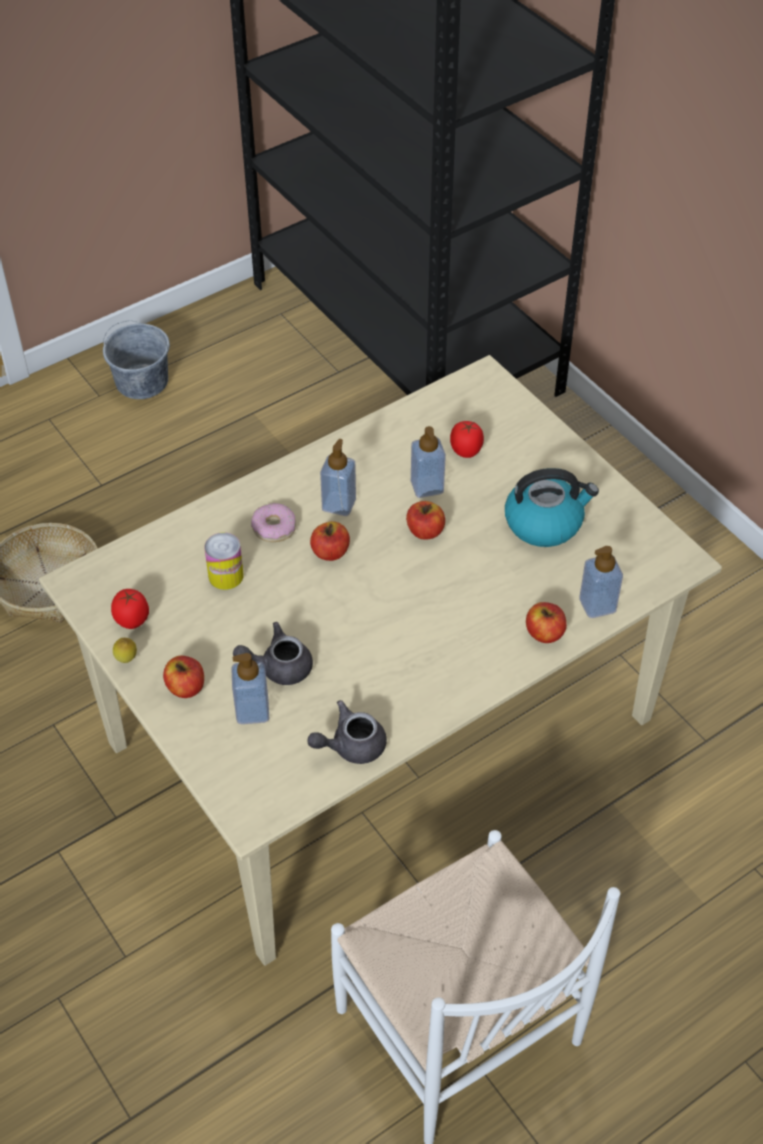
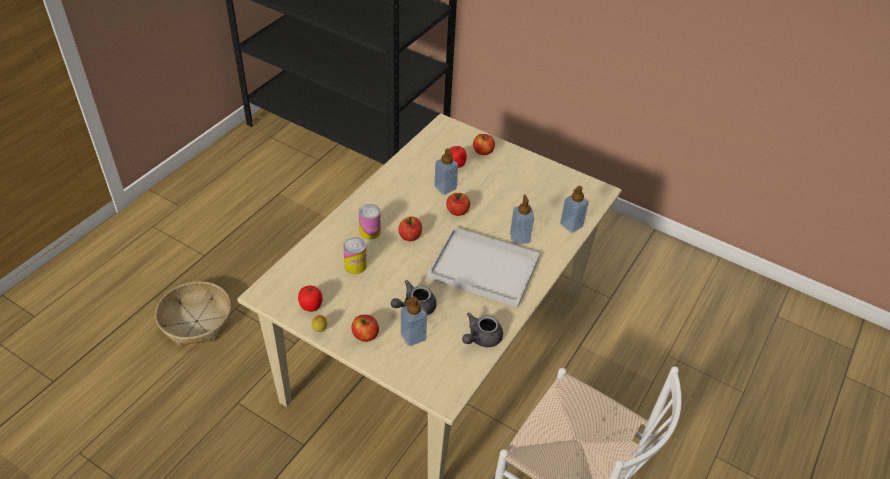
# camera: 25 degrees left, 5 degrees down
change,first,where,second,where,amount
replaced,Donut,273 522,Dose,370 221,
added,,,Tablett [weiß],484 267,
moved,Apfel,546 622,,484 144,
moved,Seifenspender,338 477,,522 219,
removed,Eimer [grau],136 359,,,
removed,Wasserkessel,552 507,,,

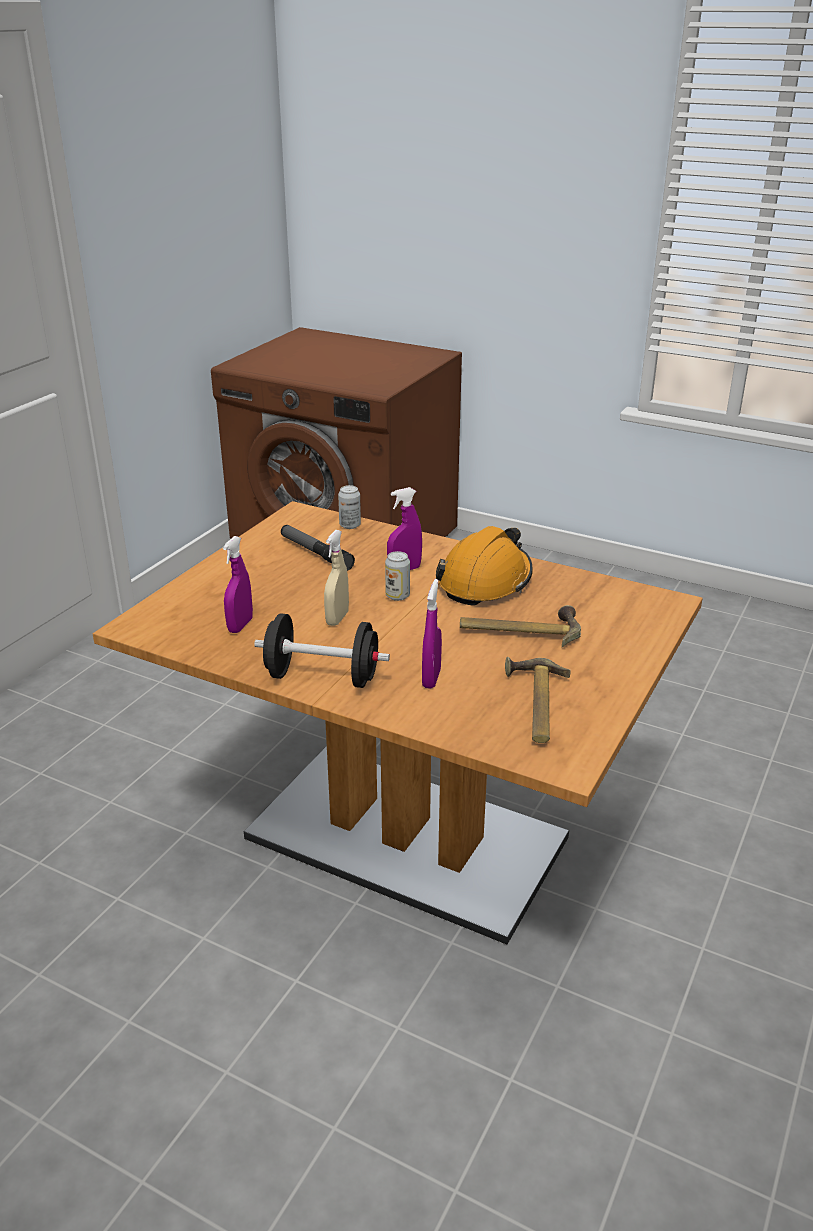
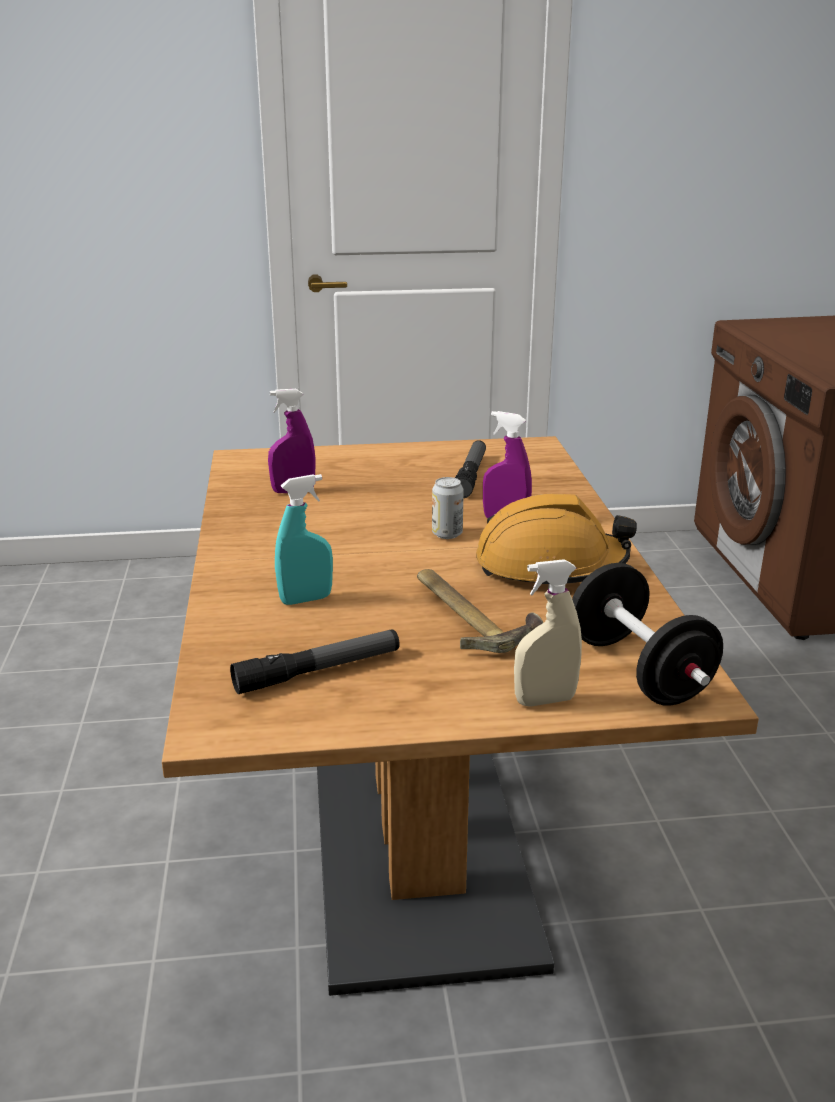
# camera: 55 degrees right, 5 degrees down
change,first,where,second,where,amount
replaced,Hammer,538 700,Taschenlampe,315 661,
recoloured,Sprühflasche [lila],432 634,Sprühflasche [türkis],304 539,
moved,Sprühflasche [beige],336 578,,548 633,
moved,Hantel [schwarz],322 651,,647 634,
removed,Dose,349 507,,,

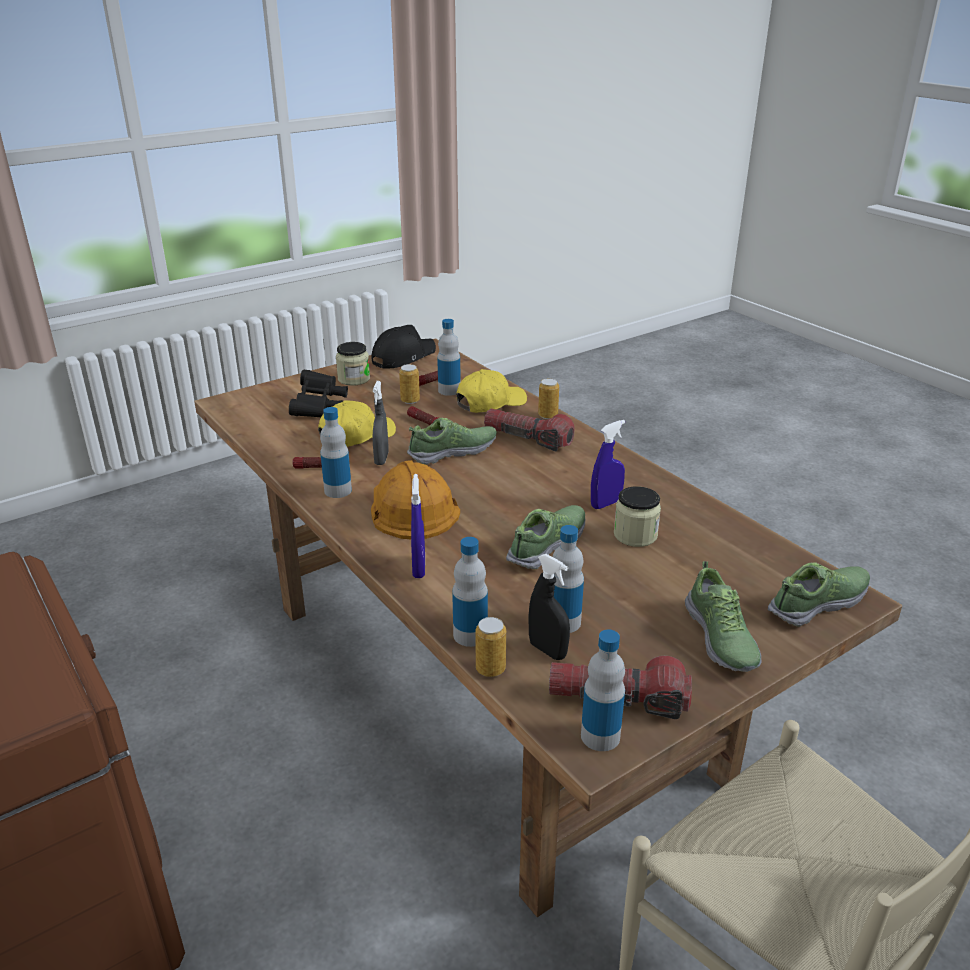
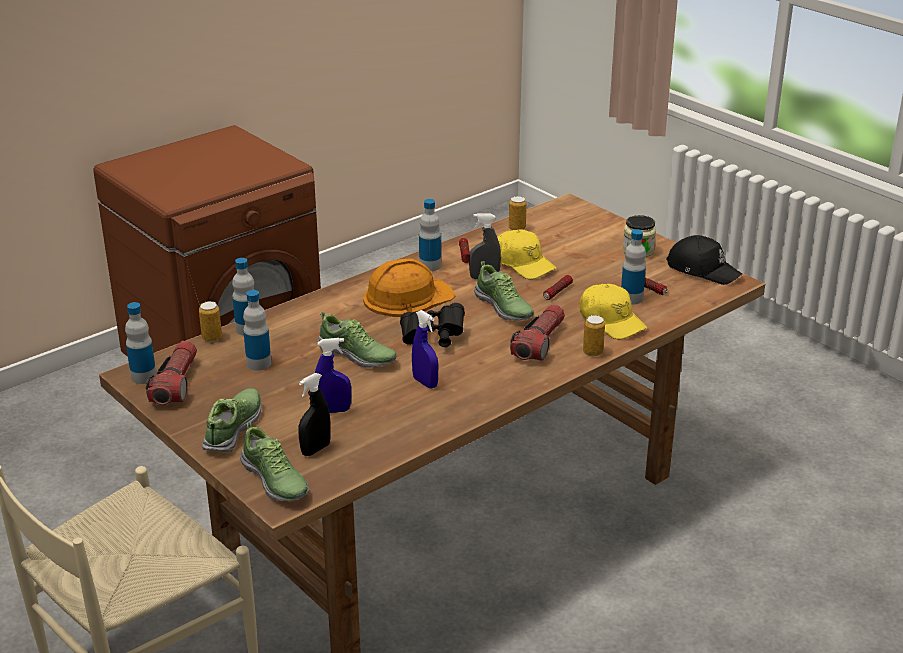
# camera: 85 degrees right, 0 degrees up
change,first,where,second,where,amount
turned,Schuh,723 616,,232 420,120 degrees clockwise
moved,Sprühflasche [schwarz],549 607,,314 414,
moved,Sprühflasche [blau],418 526,,333 375,
moved,Fernglas [schwarz],318 393,,432 325,
moved,Dose,409 384,,518 213,
removed,Vorratsglas,637 516,,,

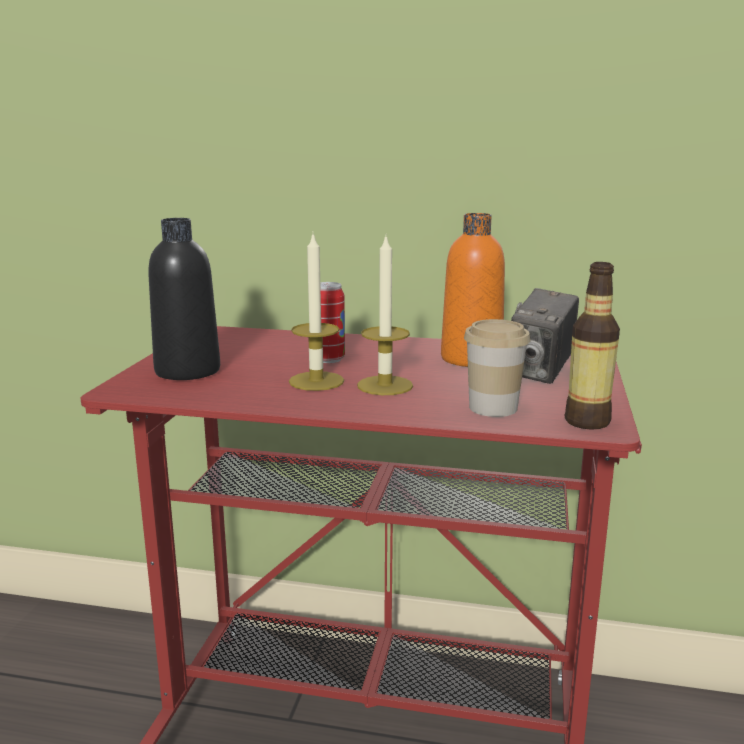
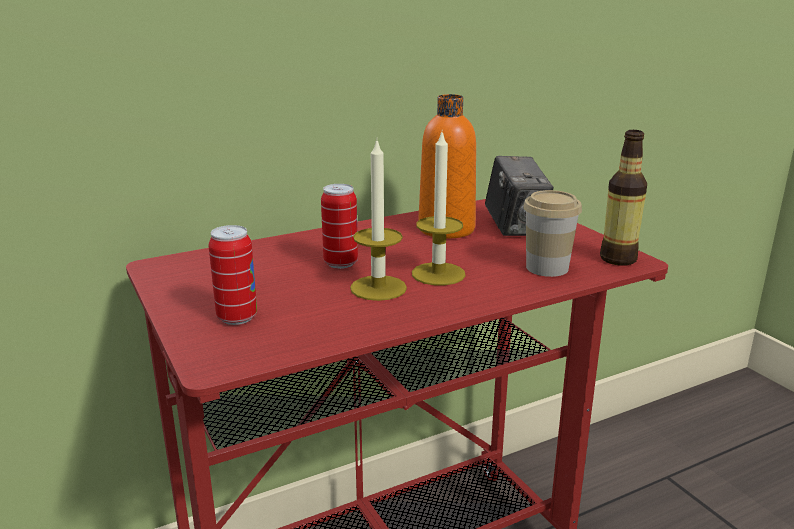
# camera: 40 degrees left, 5 degrees up
change,first,where,second,where,amount
replaced,Flasche [schwarz],184 299,Dose,232 275,

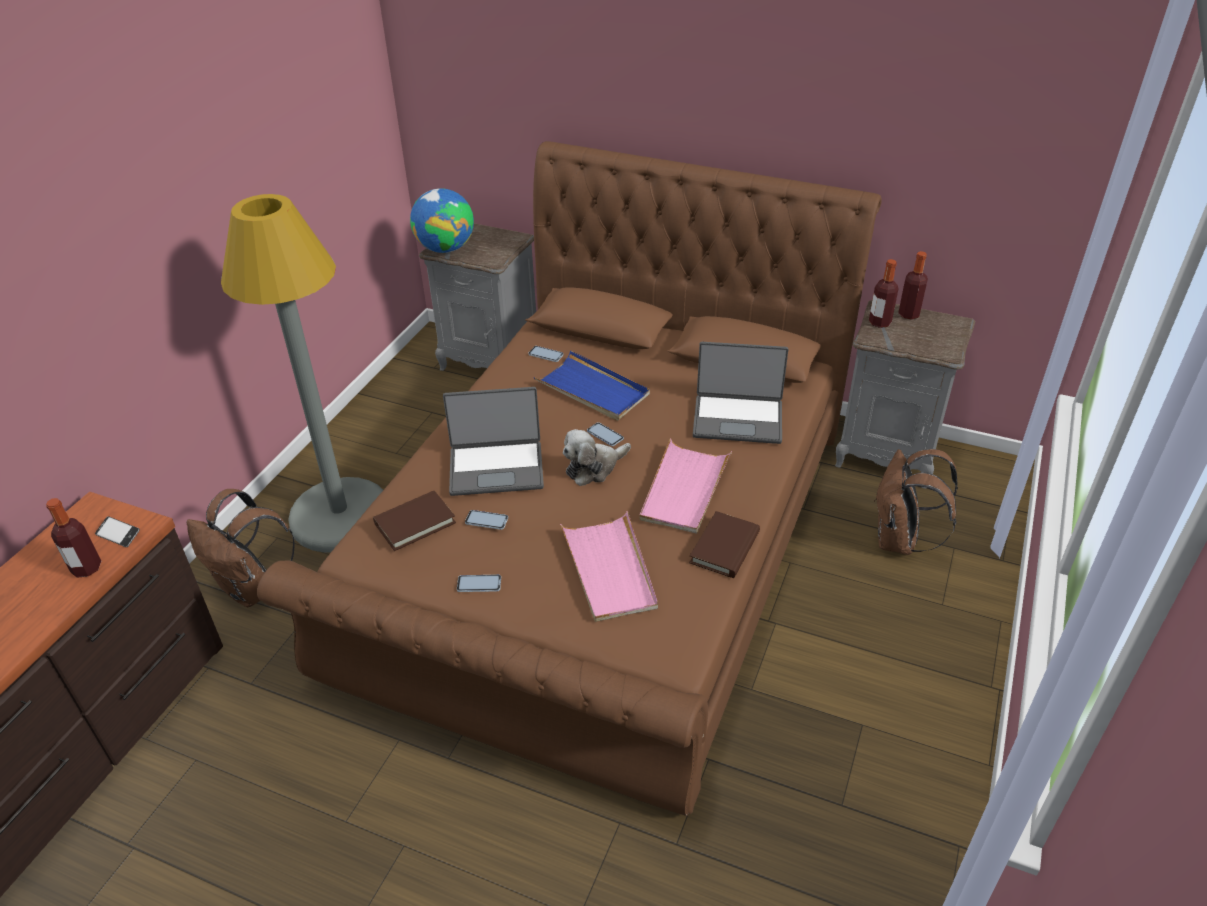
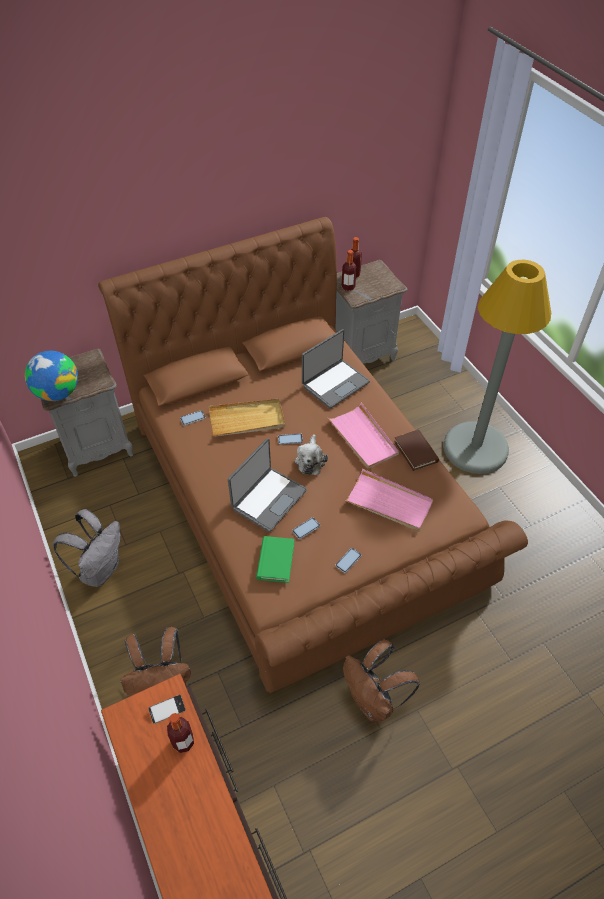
# camera: 50 degrees left, 10 degrees up
change,first,where,second,where,amount
added,,,Rucksack [grau],87 548,
recoloured,Tablett [blau],592 386,Tablett [beige],247 418,
recoloured,Buch [braun],414 521,Buch [grün],275 559,
moved,Rucksack [braun],916 502,,381 681,
moved,Stehlampe [grau],302 373,,497 367,

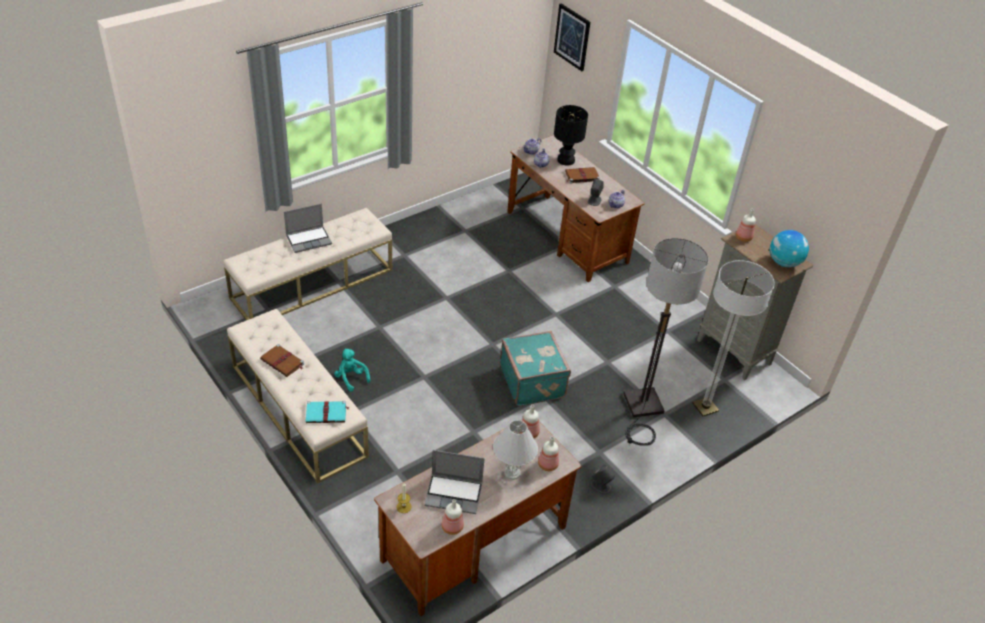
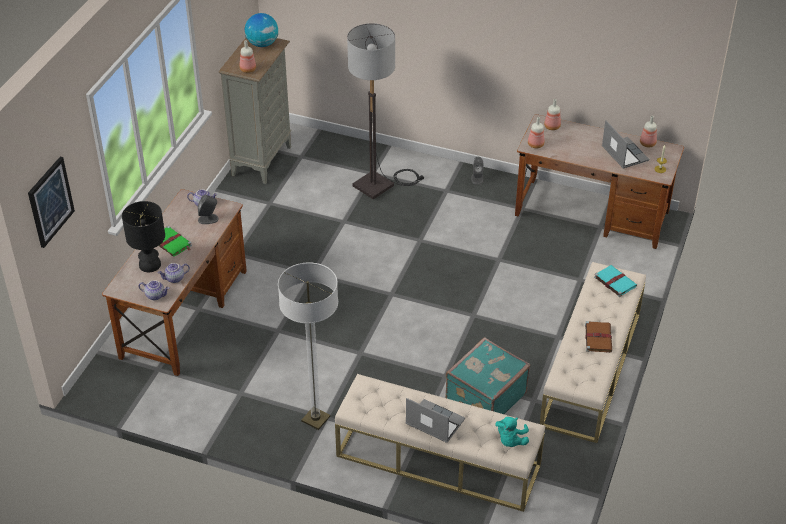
# camera: 120 degrees left, 0 degrees up
change,first,where,second,where,amount
recoloured,Buch [braun],582 175,Buch [grün],175 241,
moved,Stehlampe,734 338,,308 346,
moved,Koffer [türkis],535 368,,487 375,
moved,Plüschtier [türkis],352 370,,512 432,
removed,Tischlampe [weiß],515 450,,,

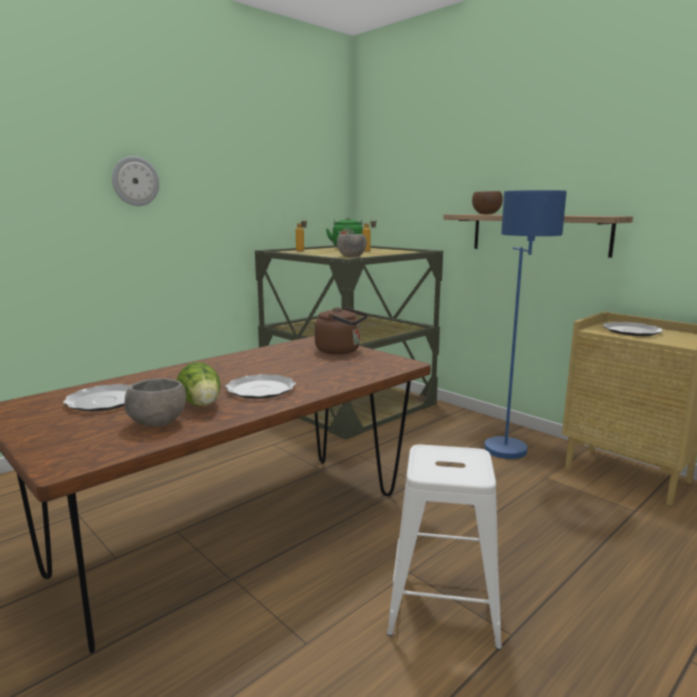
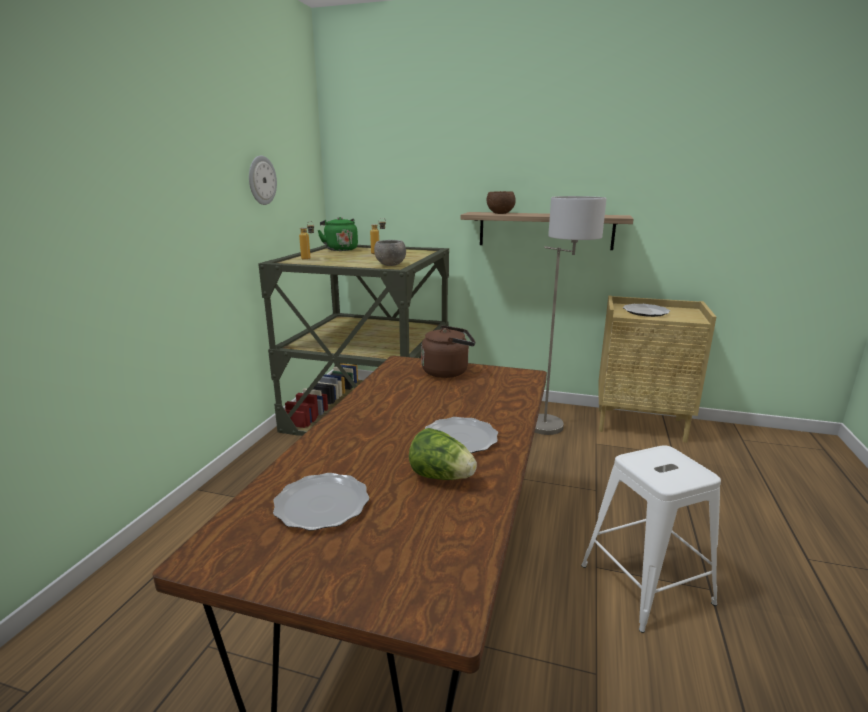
# camera: 30 degrees left, 5 degrees up
change,first,where,second,where,amount
moved,Wanduhr,135 181,,263 180,
recoloured,Stehlampe [blau],525 324,Stehlampe [grau],570 315,
removed,Schüssel [grau],155 402,,,

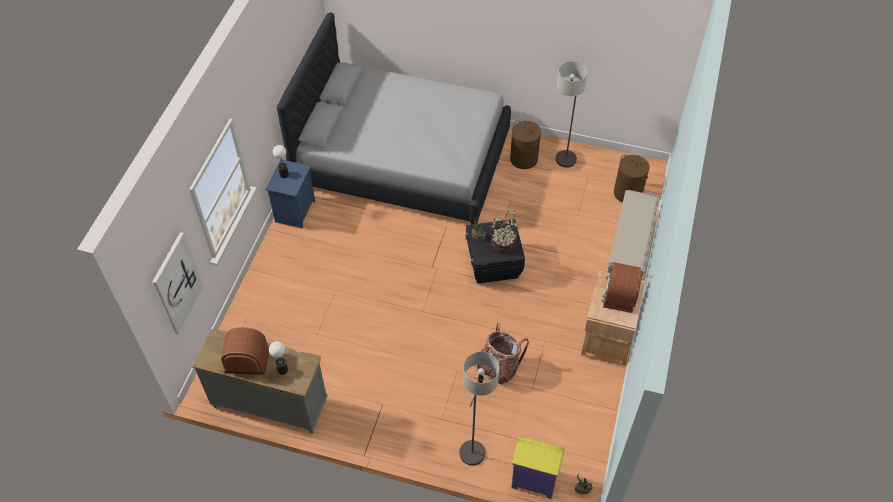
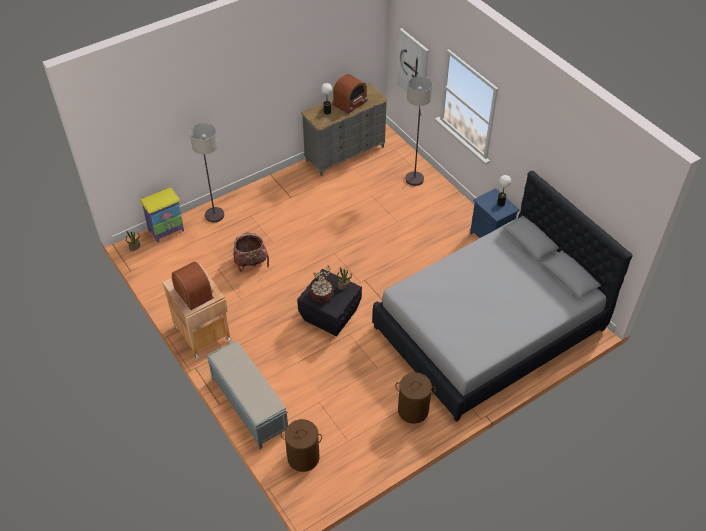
# camera: 130 degrees right, 5 degrees down
change,first,where,second,where,amount
moved,Stehlampe [grau],571 114,,418 131,

